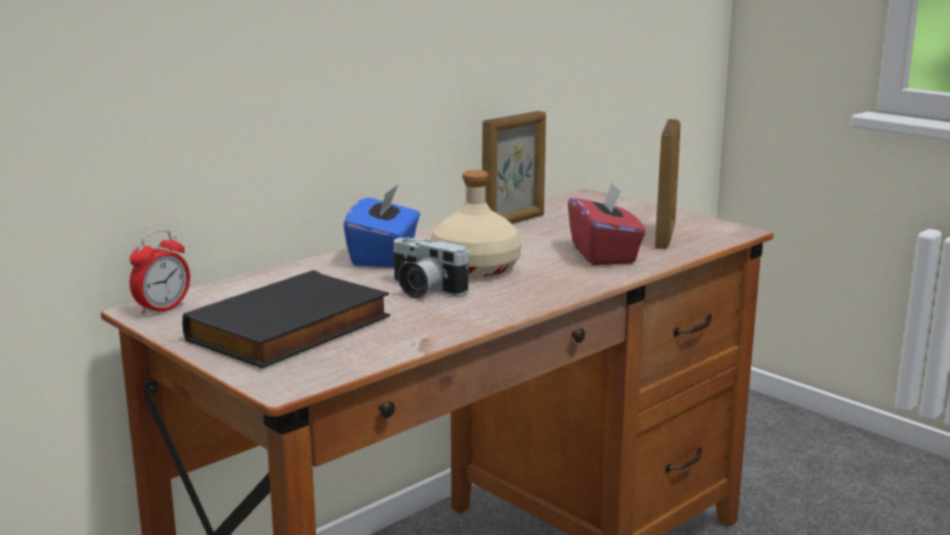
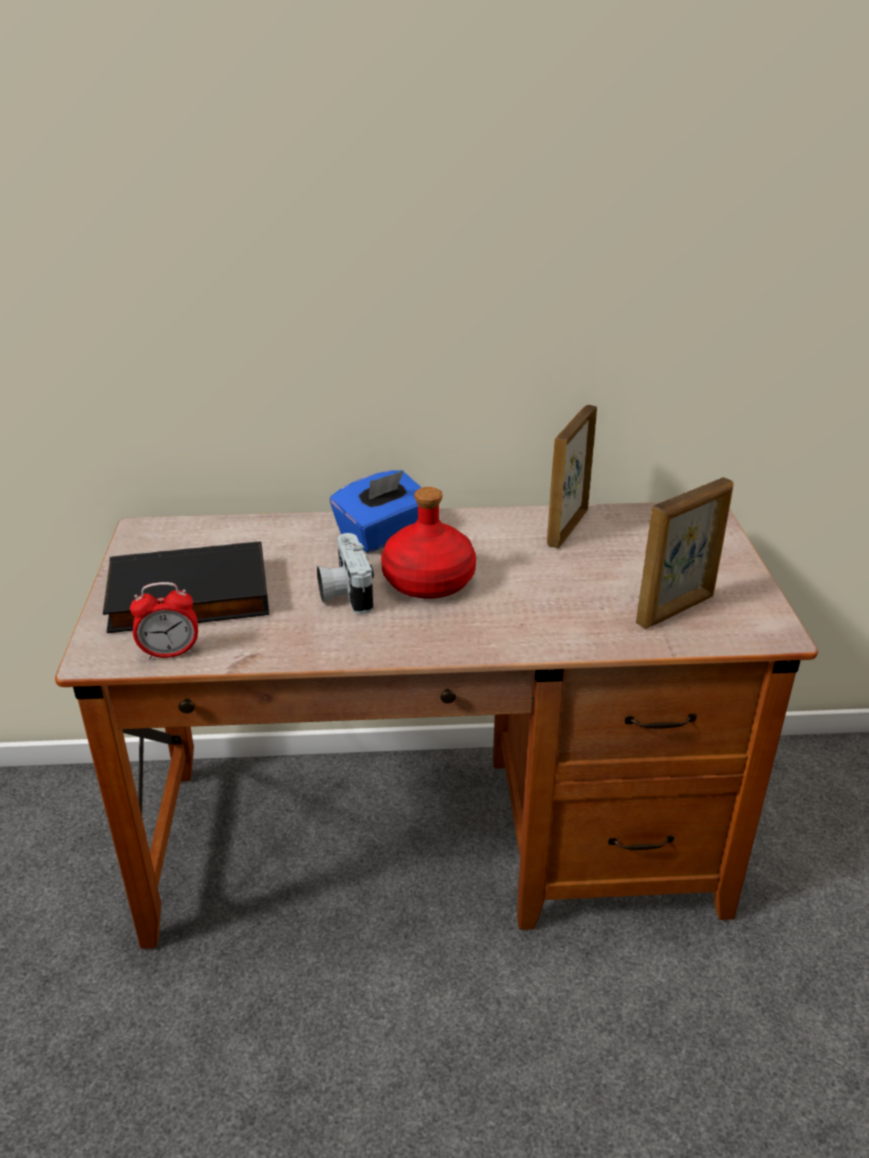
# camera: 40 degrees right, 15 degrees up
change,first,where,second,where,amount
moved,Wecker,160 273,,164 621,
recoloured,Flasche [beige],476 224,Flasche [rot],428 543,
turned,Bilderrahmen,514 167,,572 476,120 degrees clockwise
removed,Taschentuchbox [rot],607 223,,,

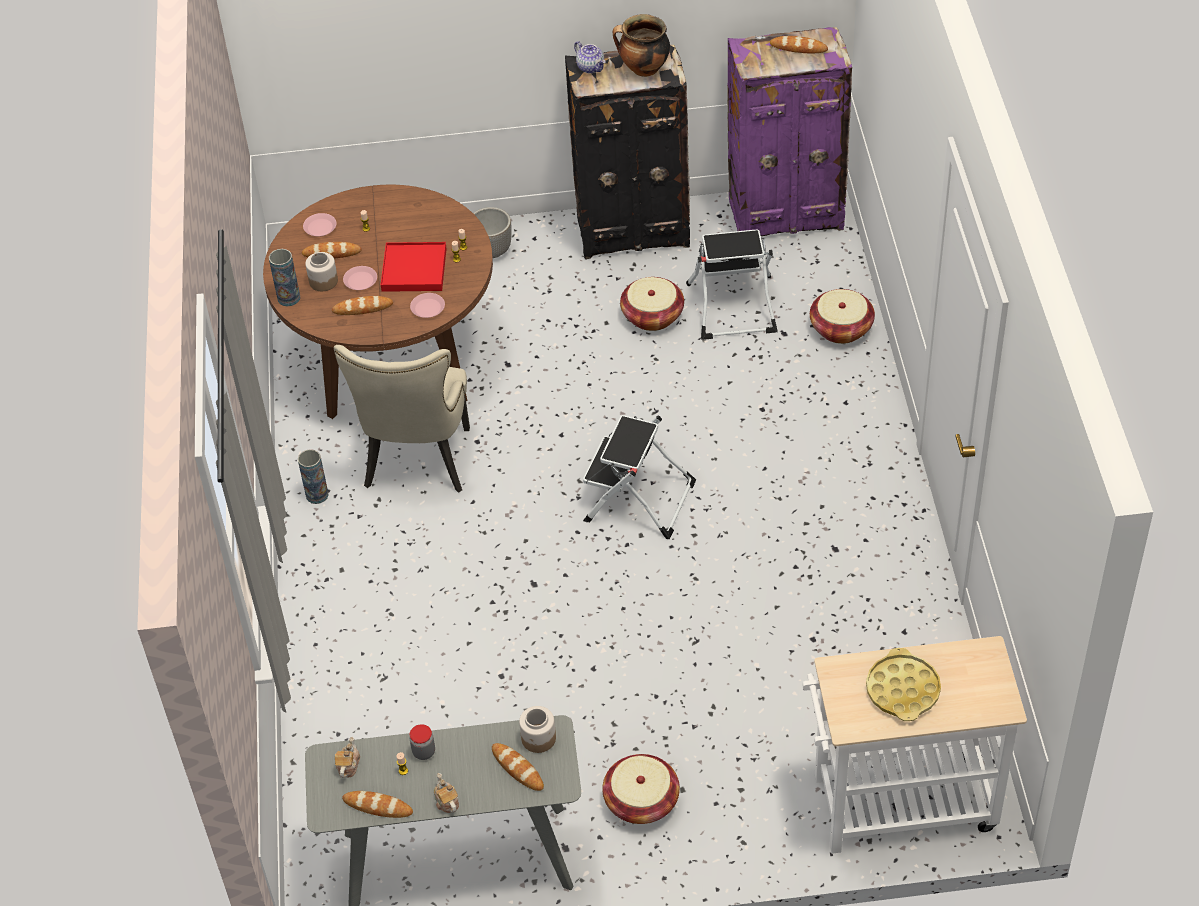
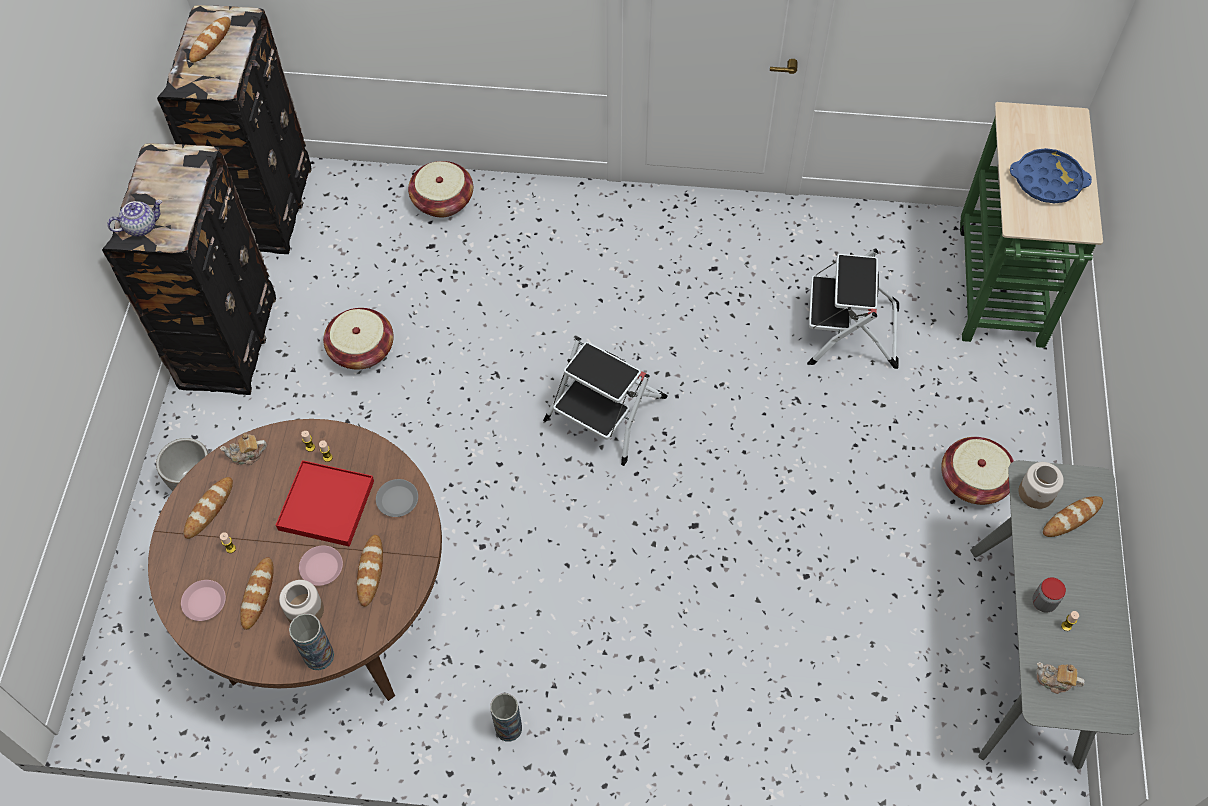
# camera: 80 degrees left, 10 degrees up
change,first,where,second,where,amount
recoloured,Schrank [lila],789 131,Schrank [schwarz],234 129,
moved,Brot,377 804,,208 508,
moved,Teekanne,446 793,,243 449,
recoloured,Teller [rosa],427 305,Teller [grau],397 498,
moved,Trittleiter,732 285,,853 308,
recoloured,Rollwagen [weiß],914 745,Rollwagen [grün],1031 225,
recoloured,Tablett [gelb],903 684,Tablett [blau],1051 176,
removed,Stuhl [beige],402 418,,,
removed,Kochtopf,641 45,,,

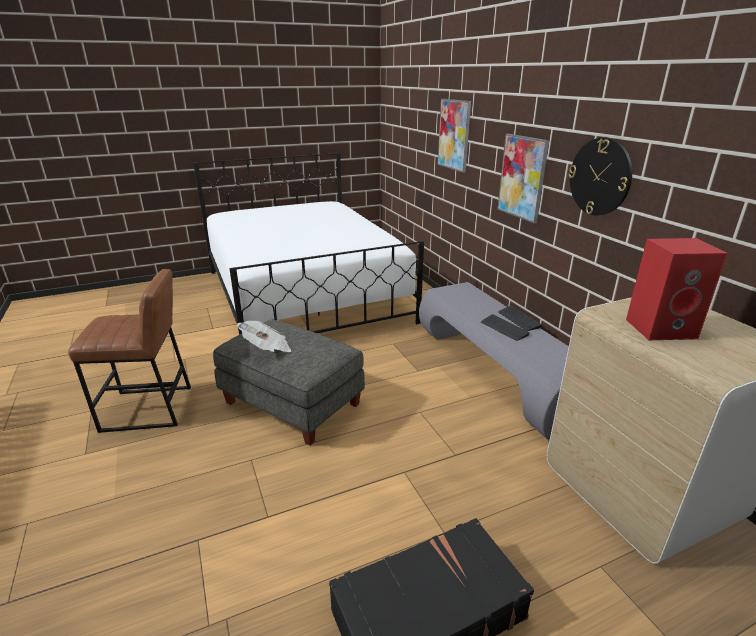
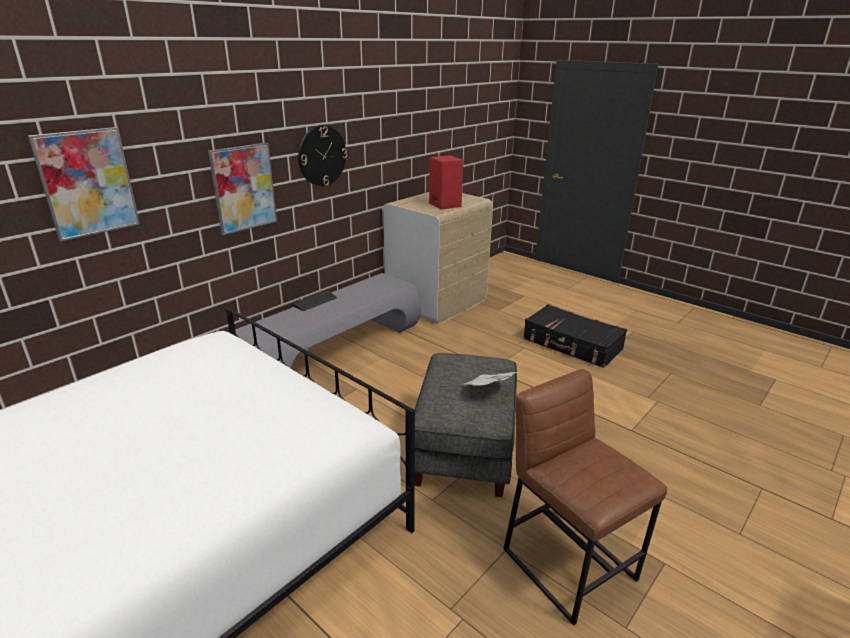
# camera: 115 degrees left, 0 degrees up
change,first,where,second,where,amount
removed,Tastatur,505 327,,,

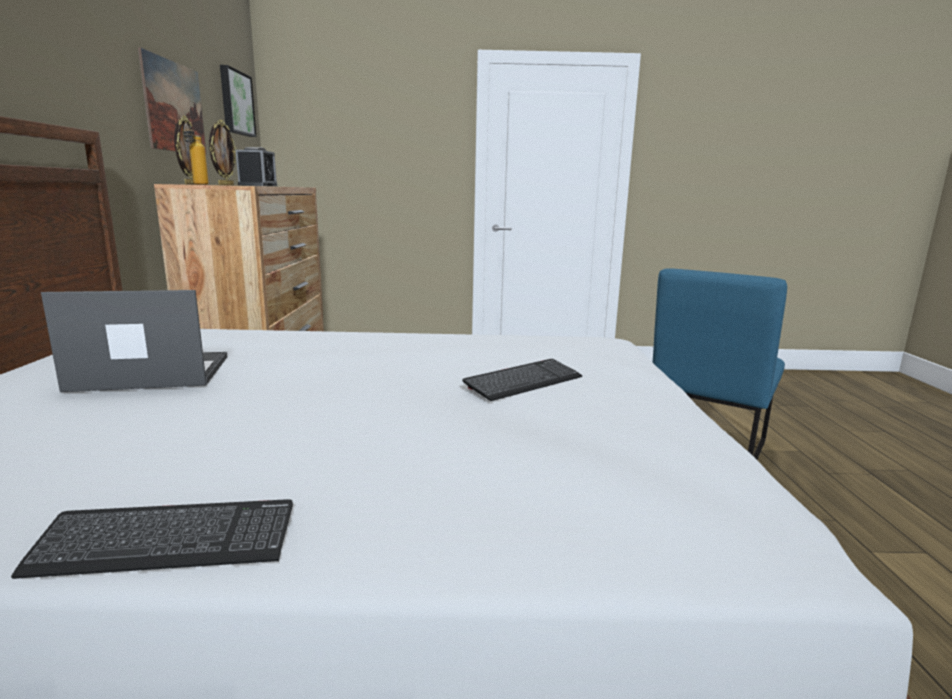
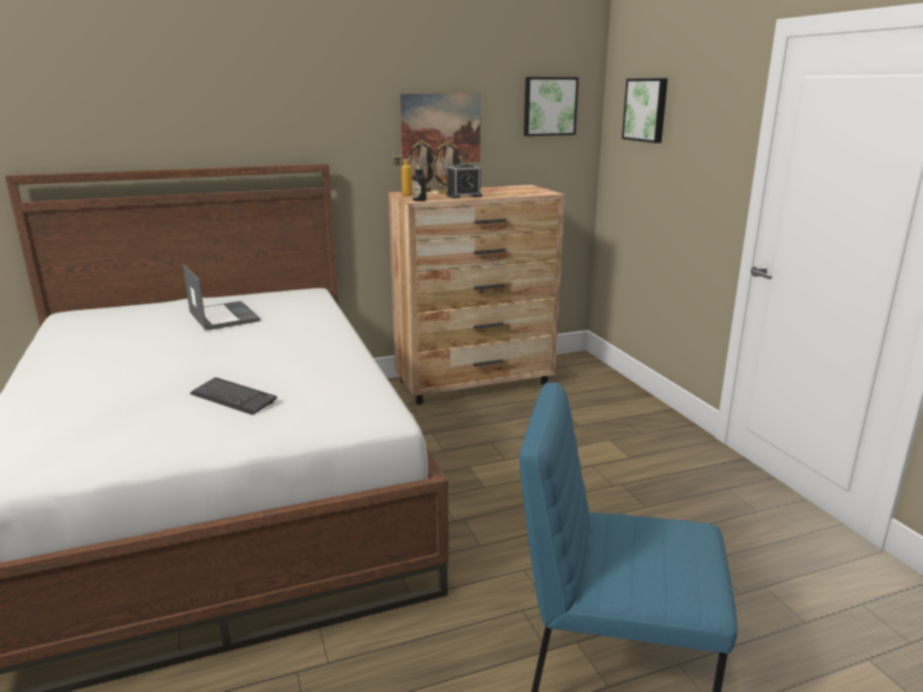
# camera: 70 degrees right, 5 degrees up
change,first,where,second,where,amount
added,,,Flasche,419 182,
added,,,Bild,645 110,
removed,Tastatur,152 539,,,

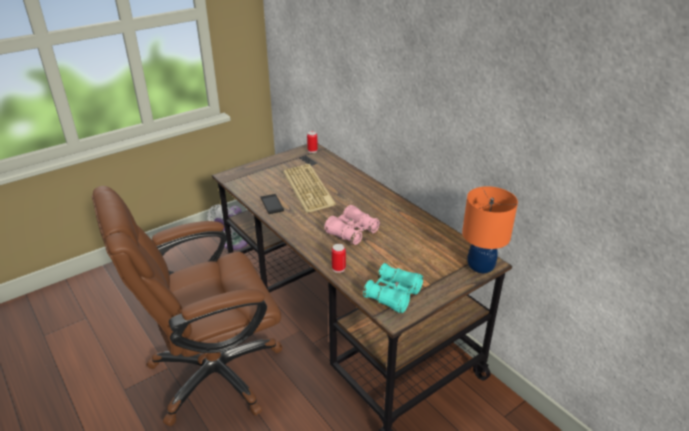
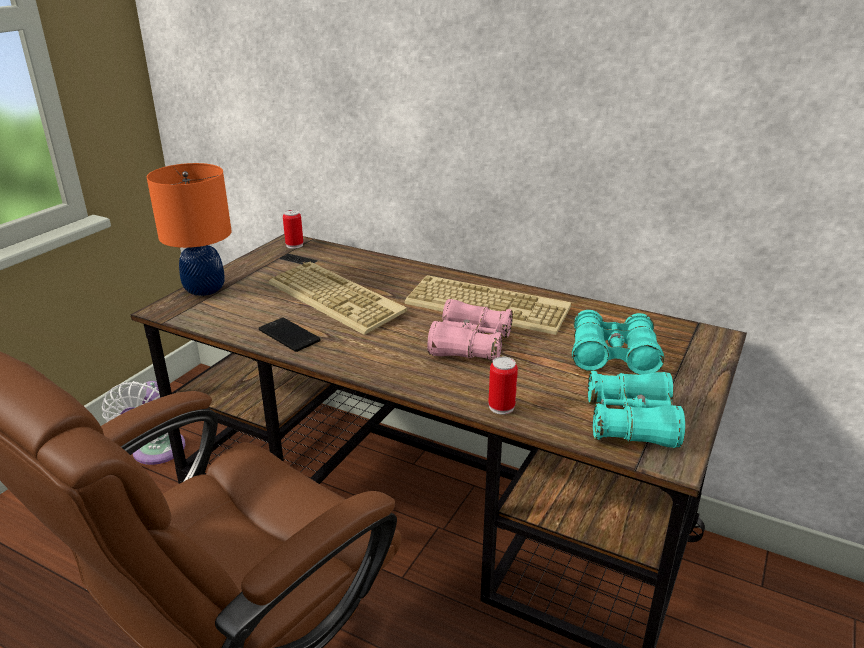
# camera: 25 degrees left, 5 degrees down
change,first,where,second,where,amount
moved,Tischlampe [orange],490 229,,189 229,
added,,,Tastatur,487 305,
added,,,Fernglas [türkis],618 342,

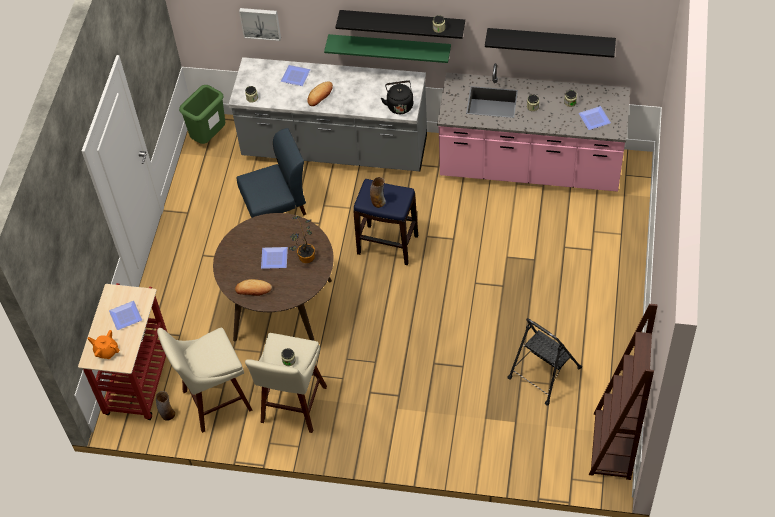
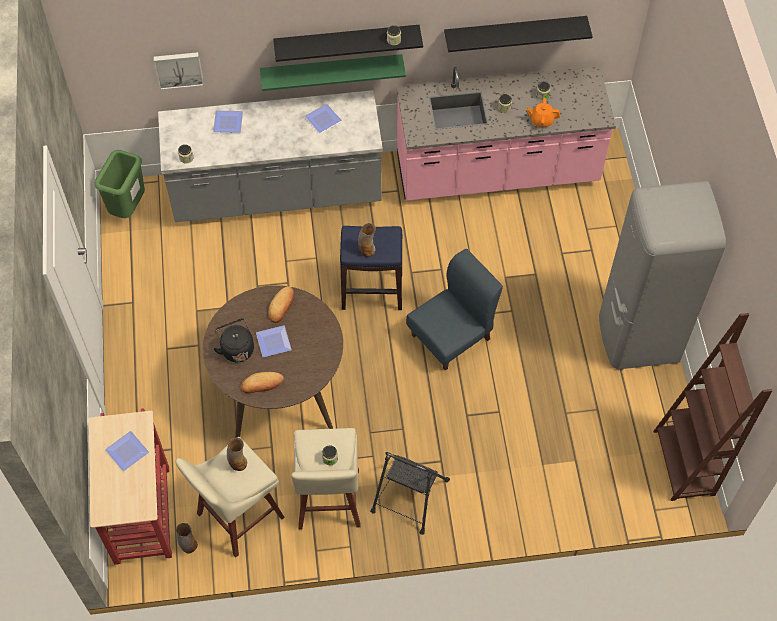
# camera: 20 degrees left, 5 degrees up
change,first,where,second,where,amount
moved,Wasserkessel [schwarz],397 97,,234 340,
added,,,Vase,237 454,
moved,Brot,320 93,,281 304,
moved,Teller,595 118,,323 118,
moved,Trittleiter [schwarz],544 362,,410 493,
moved,Stuhl [blau],271 173,,454 310,
moved,Teekanne [orange],103 344,,543 112,
added,,,Kühlschrank [grau],662 275,
removed,Topfpflanze,302 239,,,

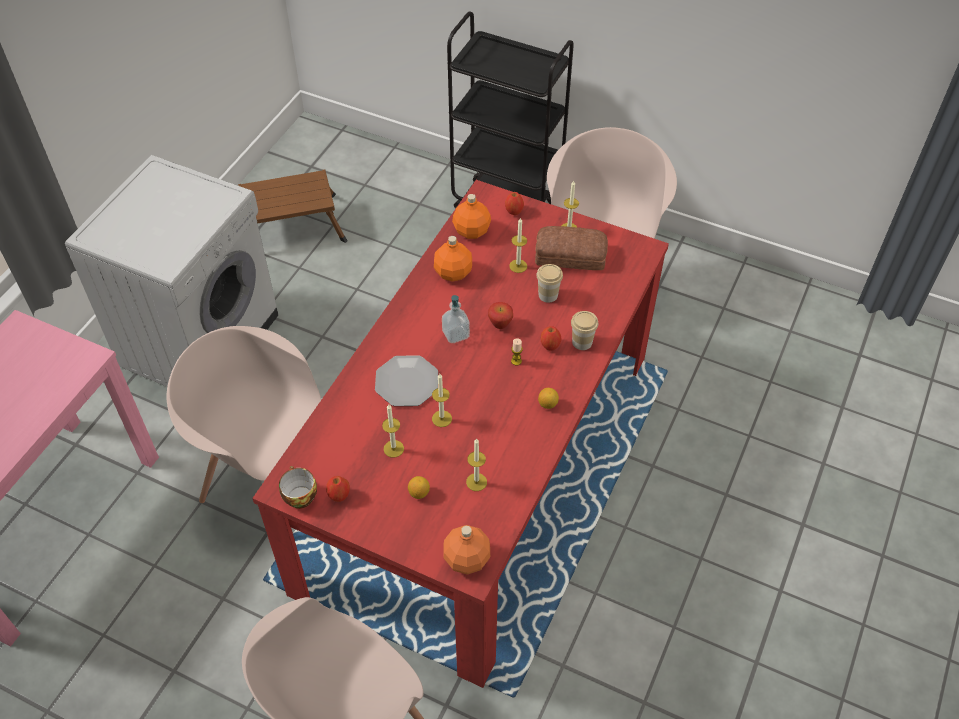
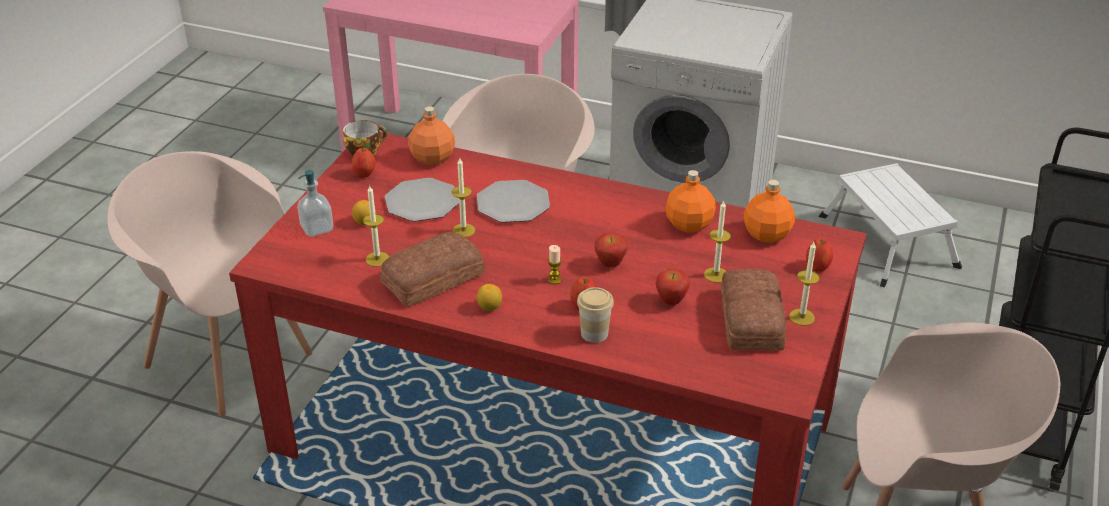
# camera: 85 degrees right, 15 degrees down
change,first,where,second,where,amount
moved,Seifenspender,456 319,,315 203,
added,,,Brot,432 269,
replaced,Kerze,393 431,Teller,422 200,
moved,Flasche [orange],466 550,,431 136,
replaced,Tasse,549 283,Apfel,673 287,
recoloured,Trittleiter [braun],293 206,Trittleiter [weiß],890 225,

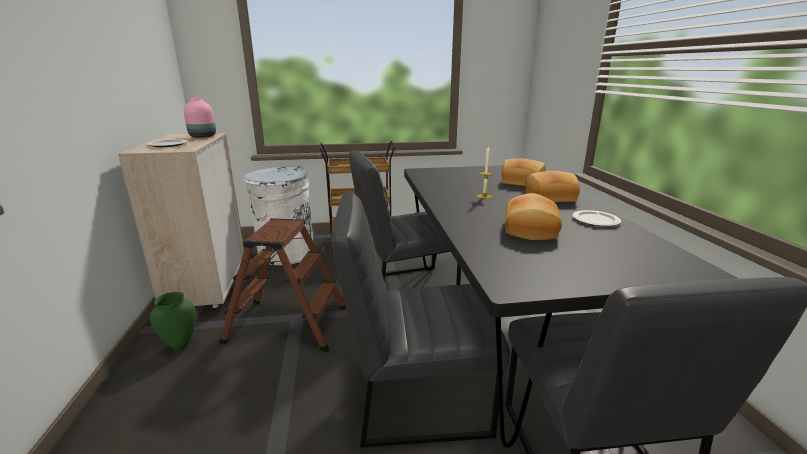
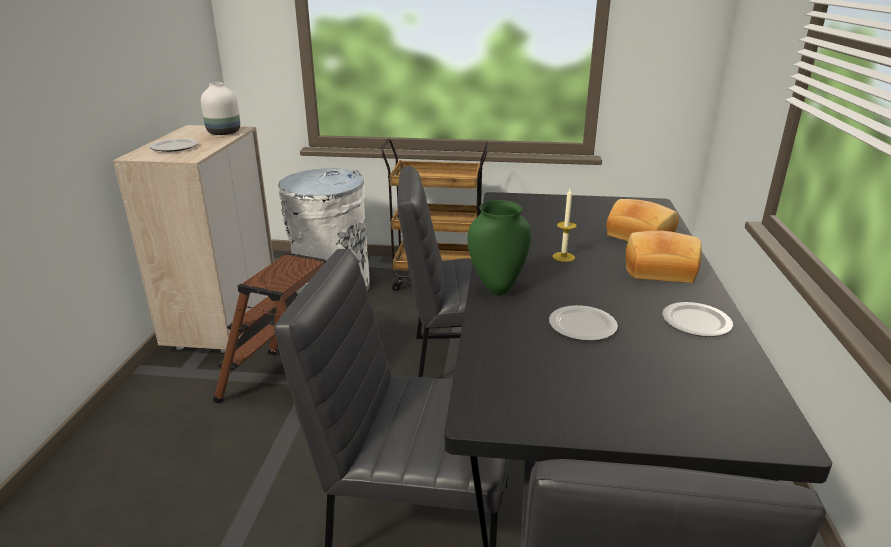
# camera: 15 degrees right, 5 degrees up
change,first,where,second,where,amount
recoloured,Vase [rosa],200 118,Vase [weiß],220 108,
moved,Vase [grün],173 321,,499 247,
replaced,Brot,533 216,Teller,583 323,

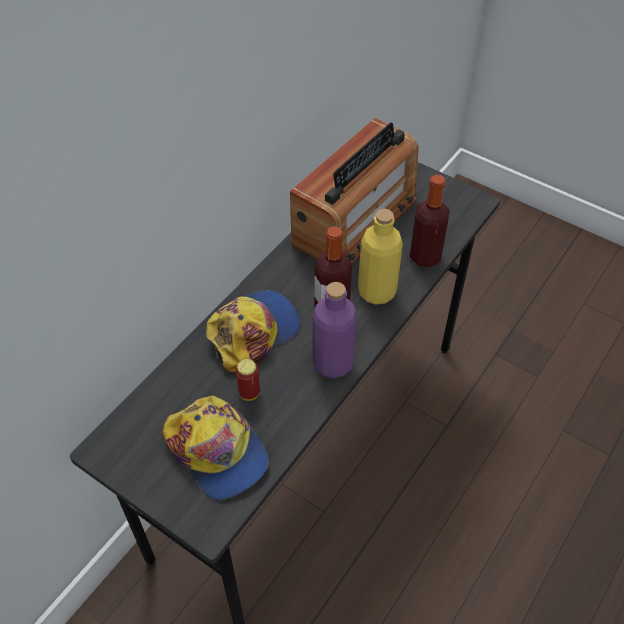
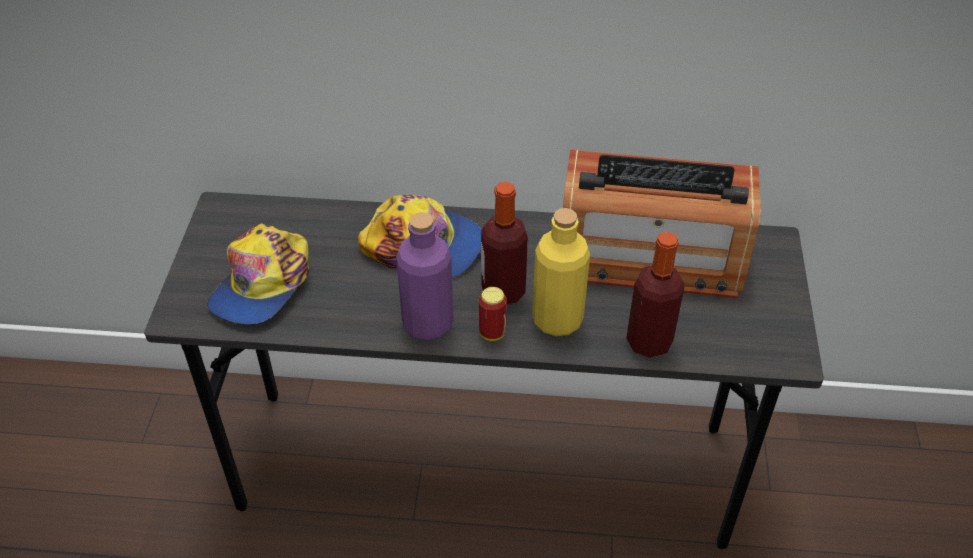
# camera: 60 degrees right, 5 degrees down
change,first,where,second,where,amount
moved,Dose,248 380,,493 314,

